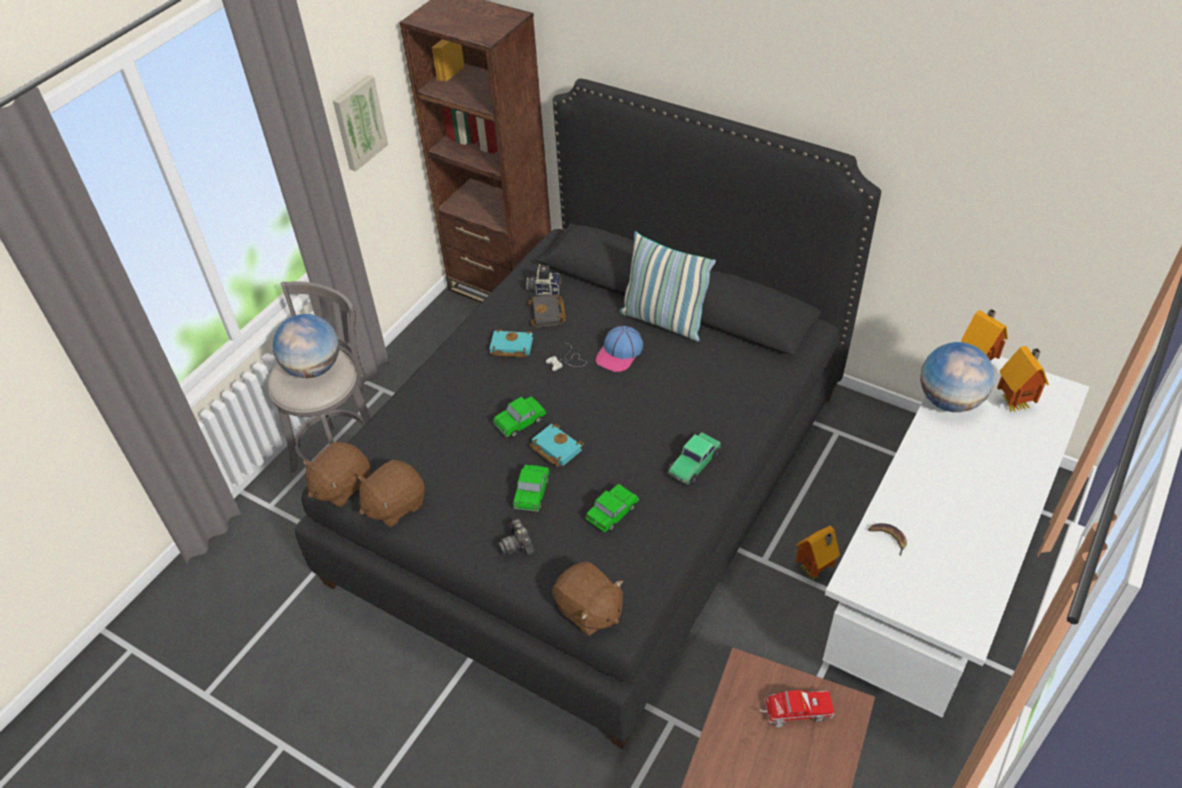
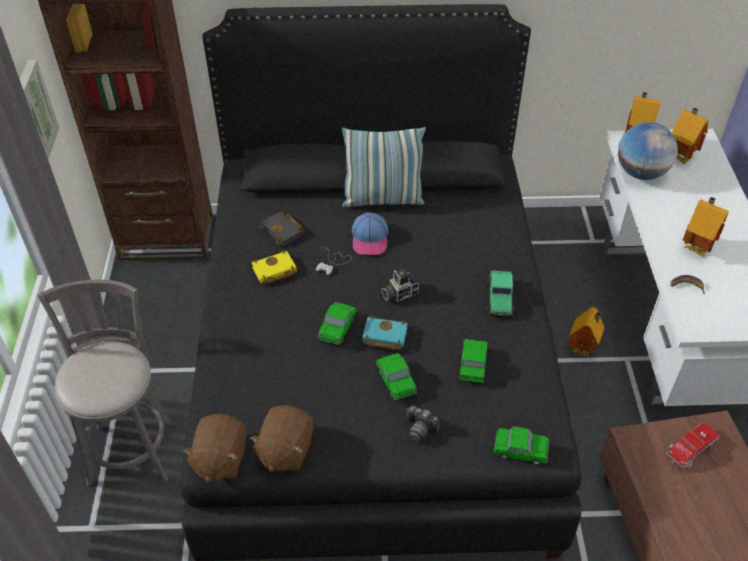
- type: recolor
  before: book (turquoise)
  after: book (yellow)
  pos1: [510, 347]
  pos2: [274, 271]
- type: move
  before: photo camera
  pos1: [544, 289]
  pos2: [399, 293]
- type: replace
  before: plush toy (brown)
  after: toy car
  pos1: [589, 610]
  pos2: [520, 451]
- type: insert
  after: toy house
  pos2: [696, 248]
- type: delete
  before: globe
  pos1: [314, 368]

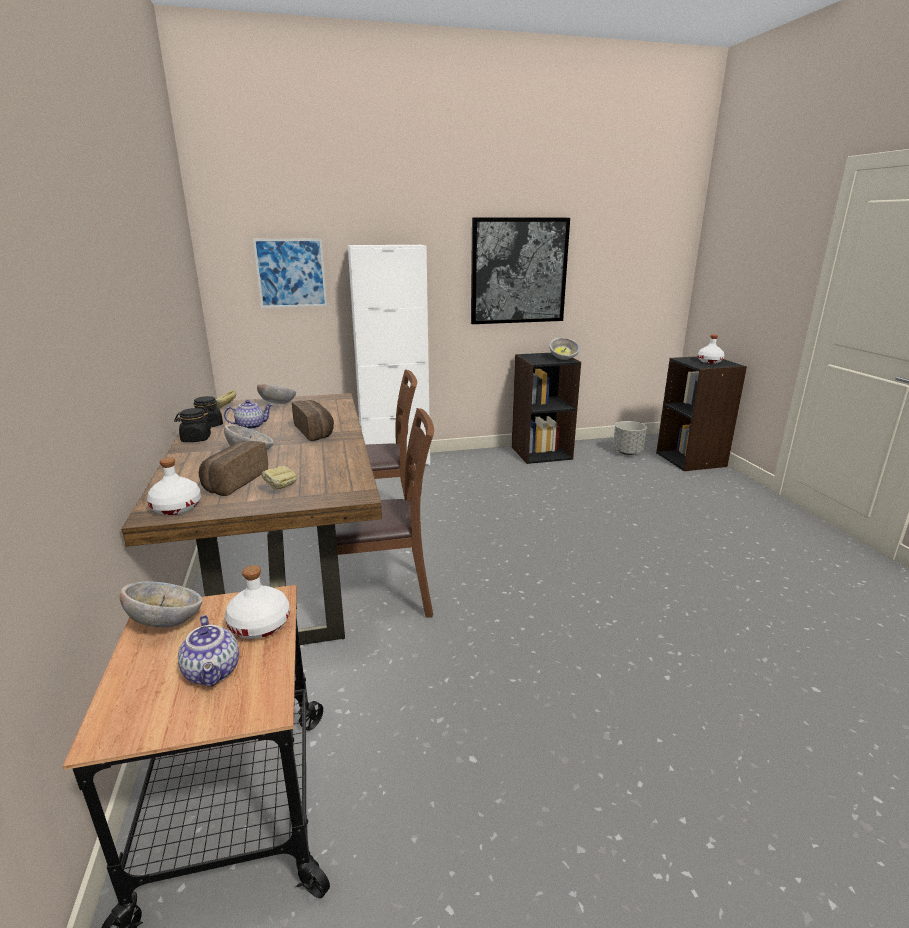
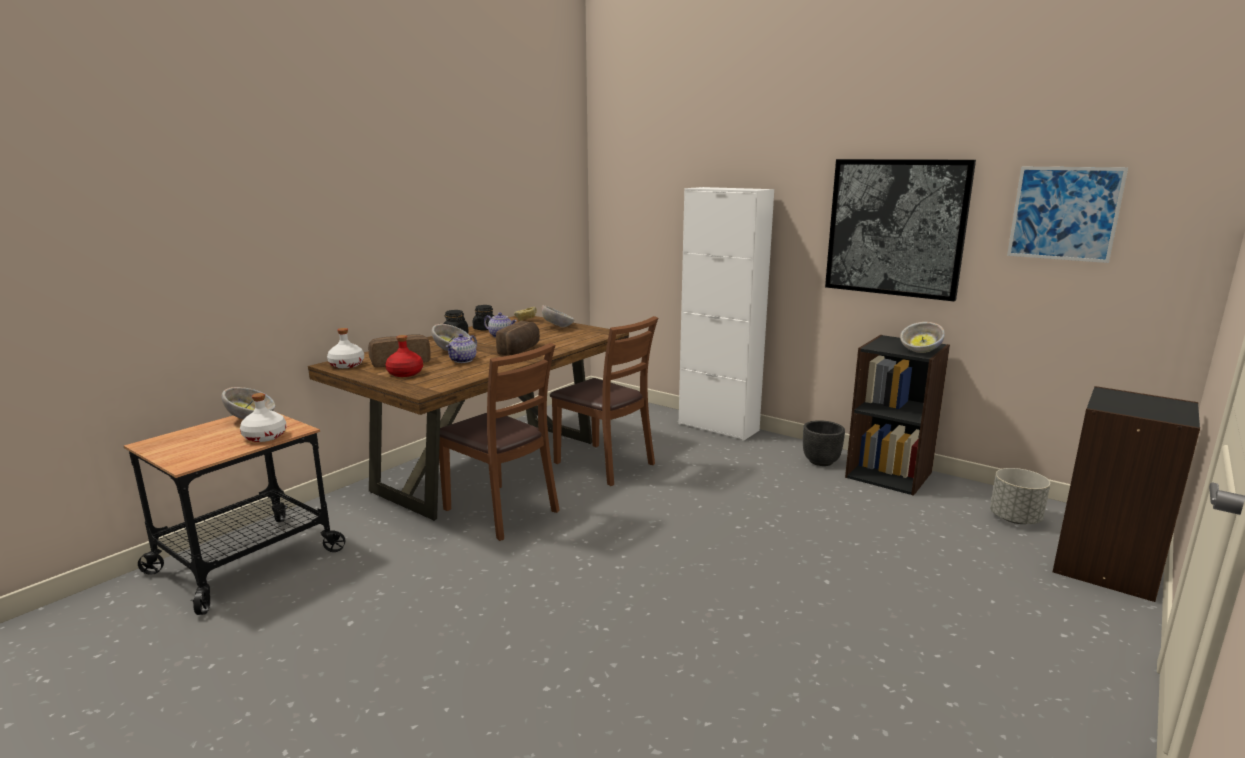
- type: replace
  before: bread
  after: bottle (red)
  pos1: [280, 488]
  pos2: [405, 373]
- type: move
  before: teapot
  pos1: [214, 672]
  pos2: [463, 360]
- type: insert
  after: planter (black)
  pos2: [820, 461]
- type: move
  before: picture
  pos1: [291, 273]
  pos2: [1064, 213]
- type: delete
  before: bottle (white)
  pos1: [710, 361]

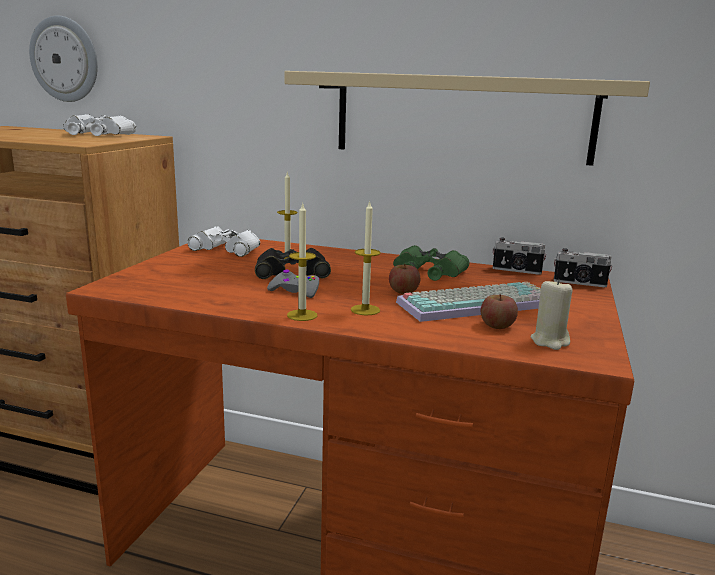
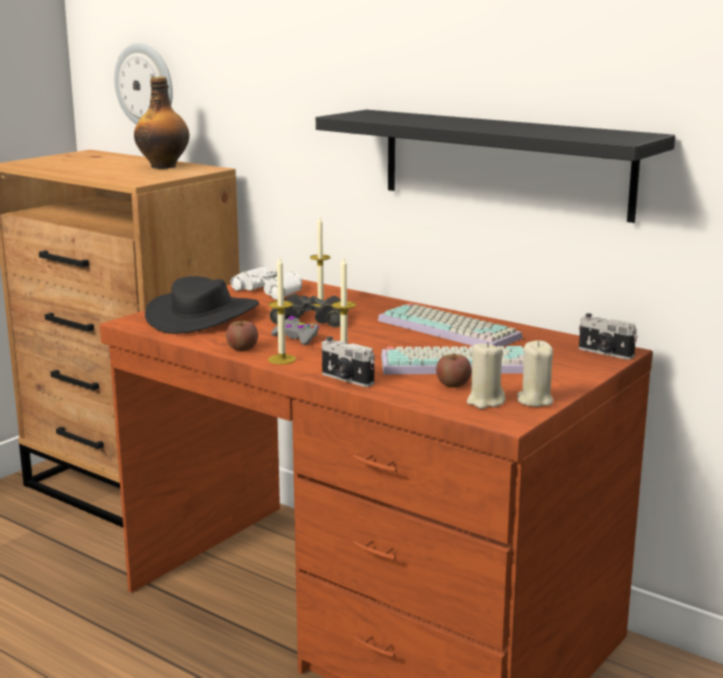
- type: replace
  before: binoculars (white)
  after: bottle
  pos1: [98, 134]
  pos2: [164, 166]
- type: insert
  after: hat (black)
  pos2: [203, 316]
- type: move
  before: apple
  pos1: [403, 291]
  pos2: [242, 348]
- type: recolor
  before: shelf (beige)
  after: shelf (black)
  pos1: [462, 117]
  pos2: [504, 163]
- type: move
  before: photo camera
  pos1: [516, 271]
  pos2: [346, 379]
- type: replace
  before: binoculars (green)
  after: keyboard
  pos1: [428, 272]
  pos2: [451, 329]
- type: insert
  after: candle (beige)
  pos2: [534, 400]

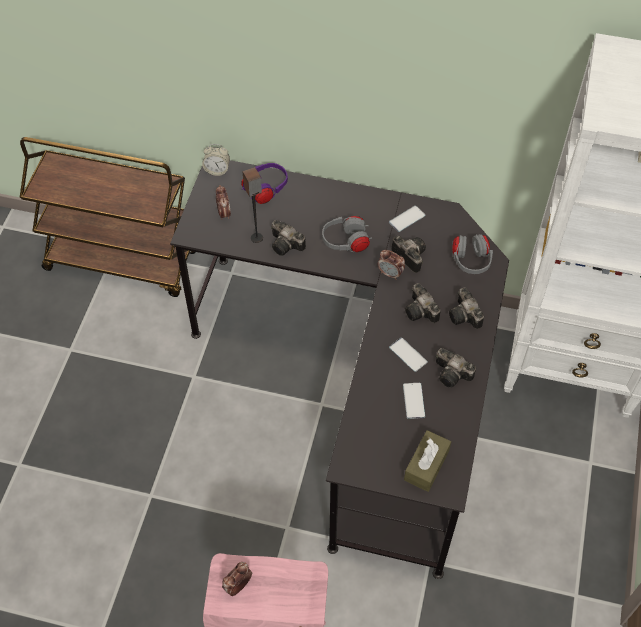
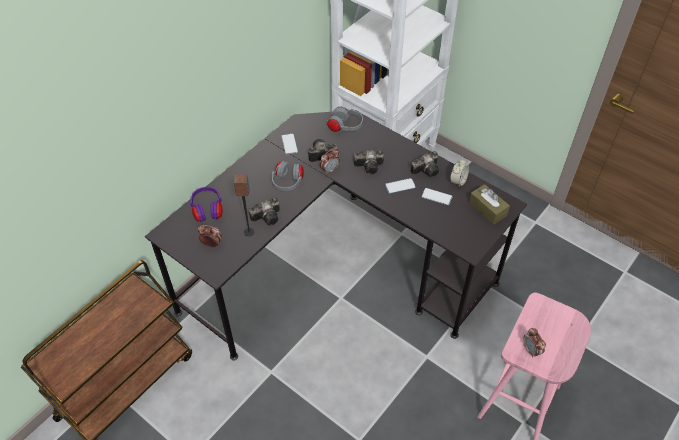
- type: move
  before: alarm clock
  pos1: [217, 170]
  pos2: [458, 181]
- type: delete
  before: photo camera
  pos1: [465, 317]

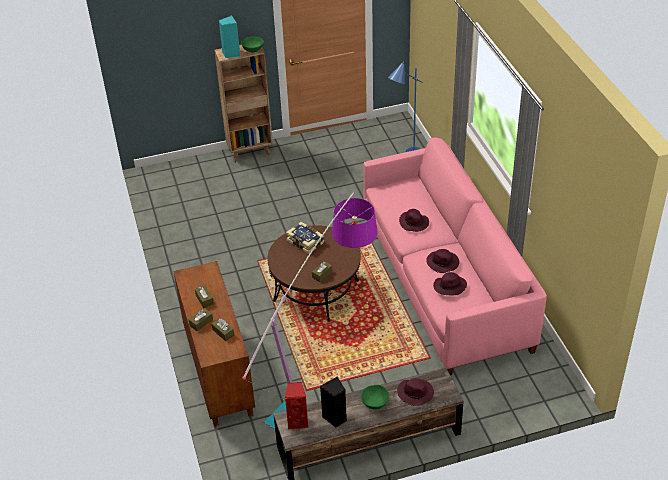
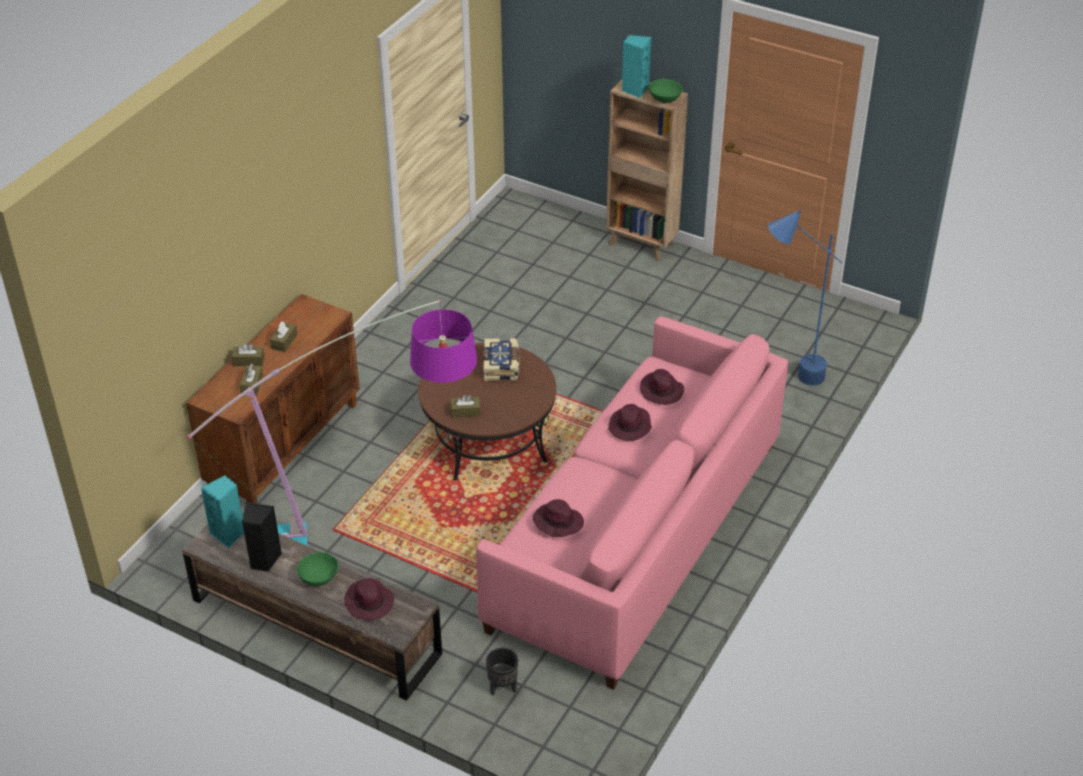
- type: recolor
  before: speaker (red)
  after: speaker (turquoise)
  pos1: [298, 421]
  pos2: [229, 534]
- type: insert
  after: planter (black)
  pos2: [502, 687]
- type: move
  before: hat (purple)
  pos1: [443, 263]
  pos2: [662, 391]

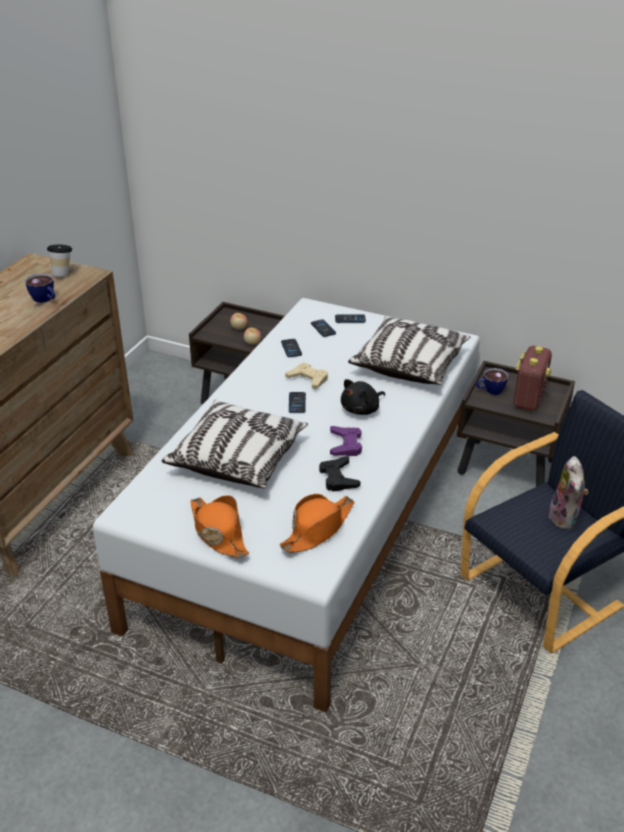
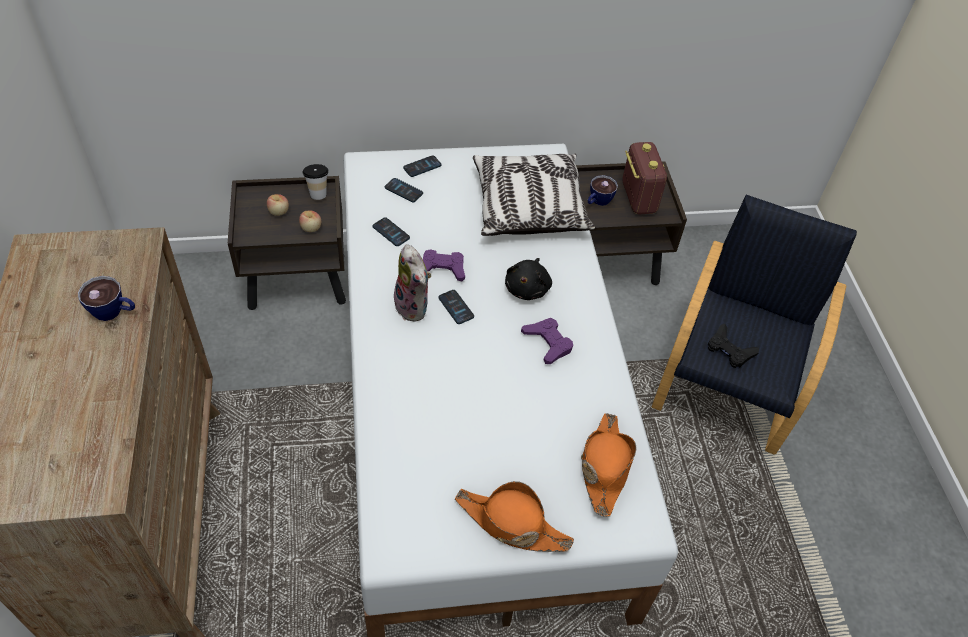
- type: move
  before: cup
  pos1: [63, 274]
  pos2: [318, 193]
- type: move
  before: plush toy
  pos1: [565, 519]
  pos2: [414, 307]
- type: recolor
  before: game controller (beige)
  after: game controller (purple)
  pos1: [308, 379]
  pos2: [442, 269]
- type: move
  before: game controller (black)
  pos1: [338, 478]
  pos2: [729, 350]
- type: delete
  before: pillow
  pos1: [238, 458]

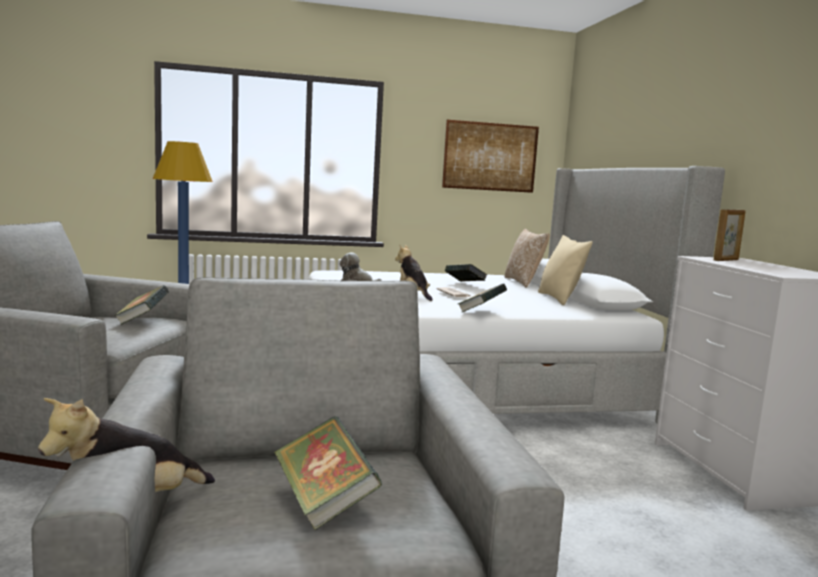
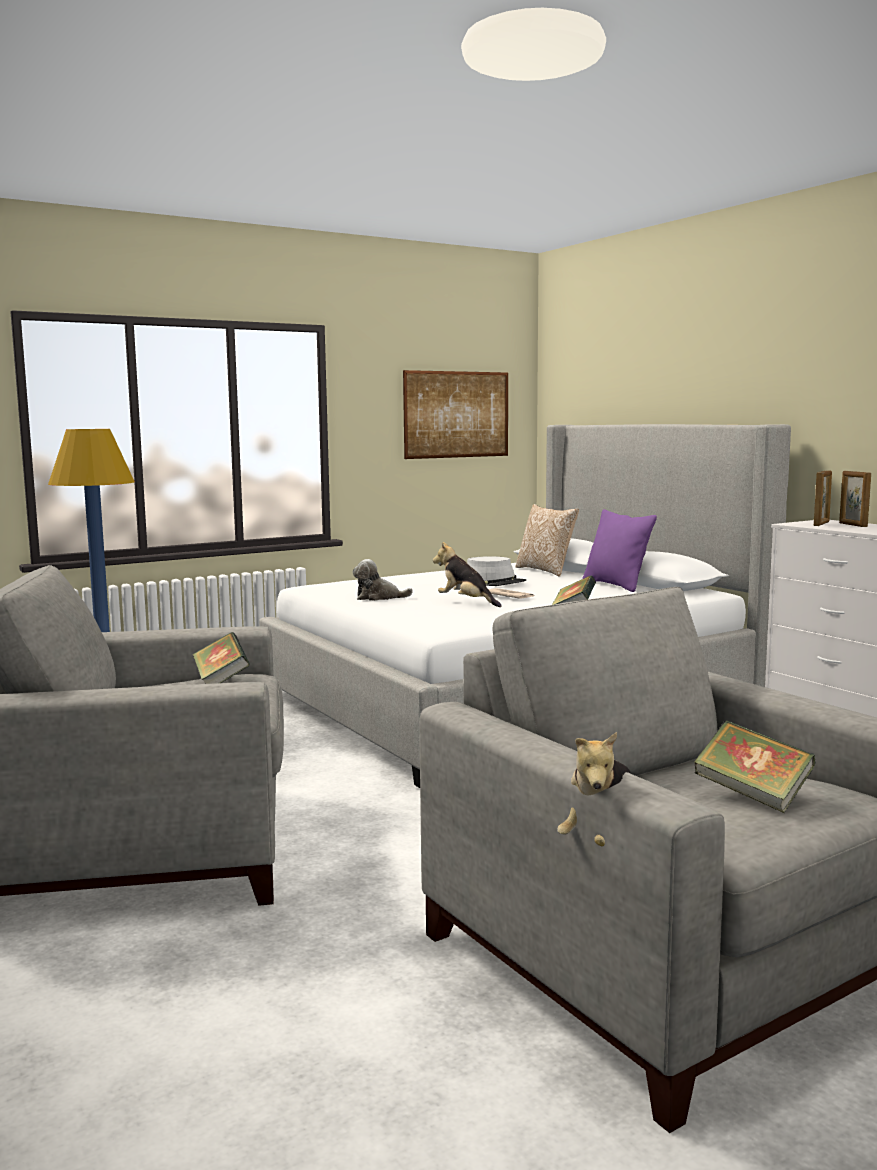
- type: replace
  before: book
  after: hat (grey)
  pos1: [464, 284]
  pos2: [494, 582]
- type: recolor
  before: pillow (beige)
  after: pillow (purple)
  pos1: [559, 299]
  pos2: [616, 585]
- type: insert
  after: picture frame
  pos2: [852, 525]

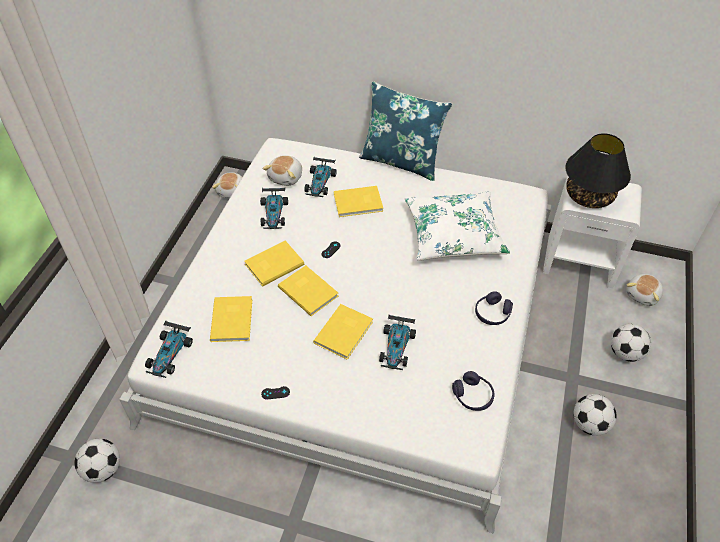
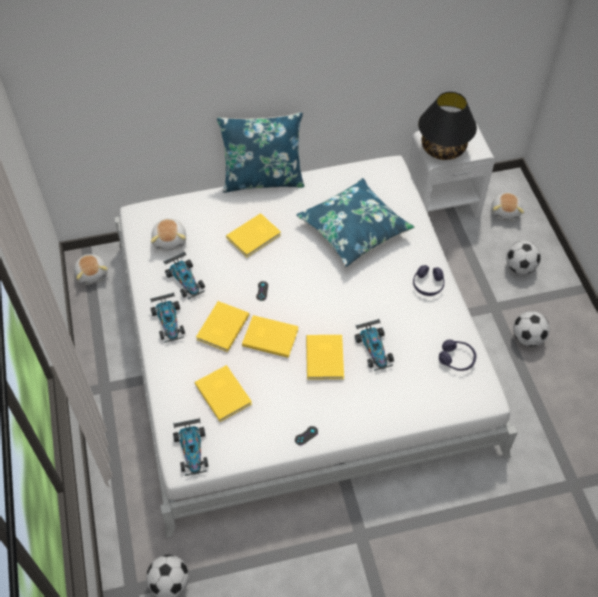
- type: move
  before: toy car
  pos1: [320, 182]
  pos2: [169, 322]
- type: recolor
  before: pillow (white)
  after: pillow (blue)
  pos1: [453, 234]
  pos2: [354, 229]

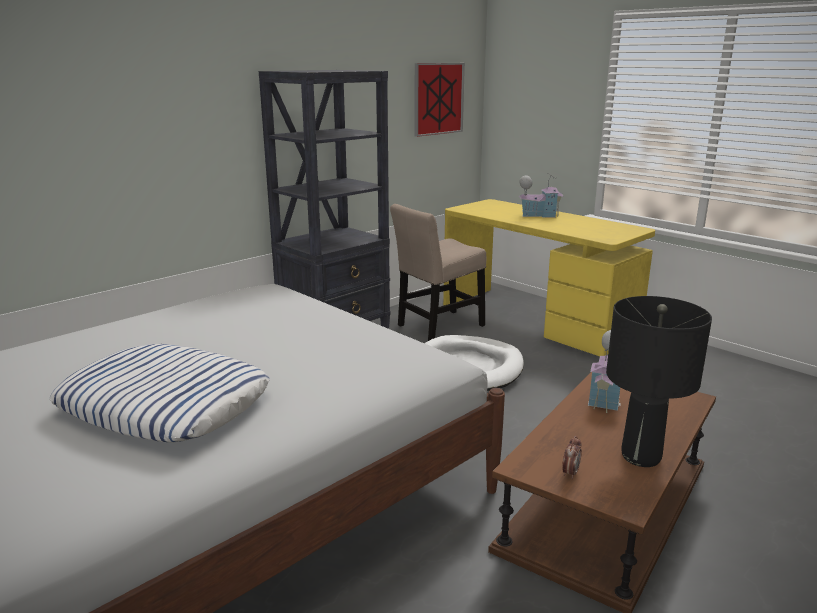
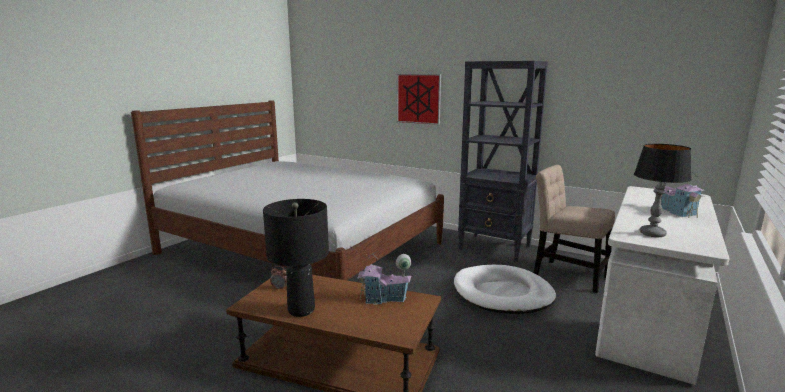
- type: move
  before: picture
  pos1: [438, 99]
  pos2: [418, 98]
- type: recolor
  before: desk (yellow)
  after: desk (white)
  pos1: [536, 319]
  pos2: [649, 317]
- type: insert
  after: table lamp
  pos2: [652, 234]
- type: delete
  before: pillow
  pos1: [164, 404]

